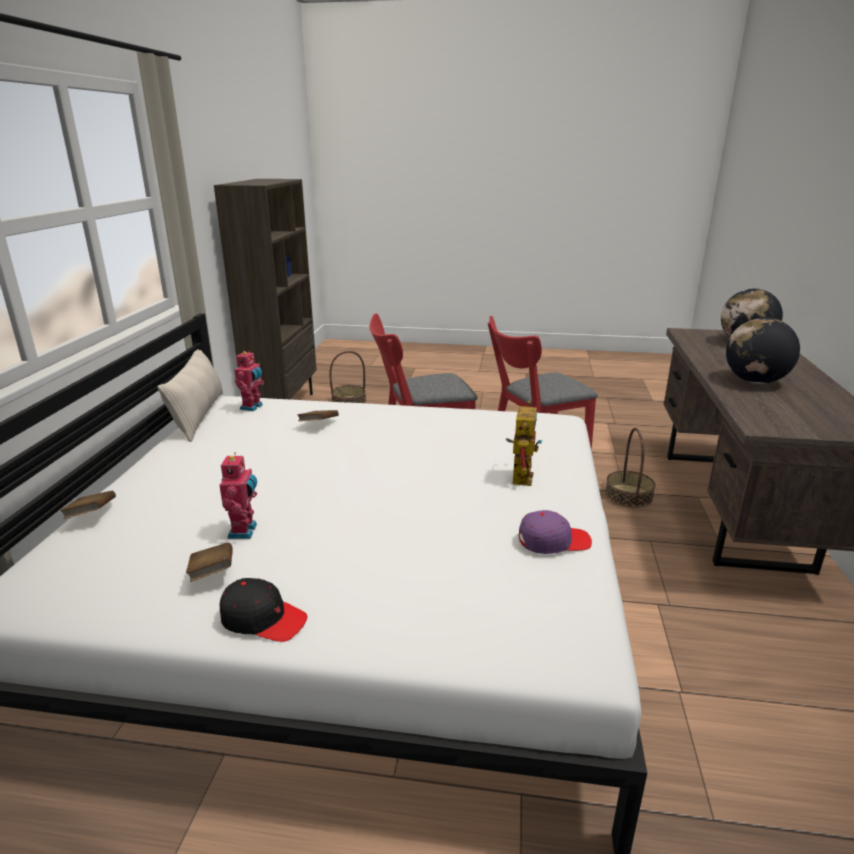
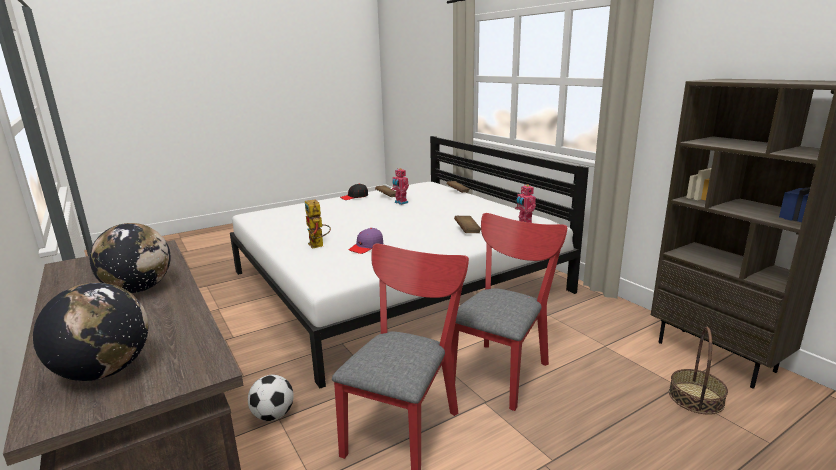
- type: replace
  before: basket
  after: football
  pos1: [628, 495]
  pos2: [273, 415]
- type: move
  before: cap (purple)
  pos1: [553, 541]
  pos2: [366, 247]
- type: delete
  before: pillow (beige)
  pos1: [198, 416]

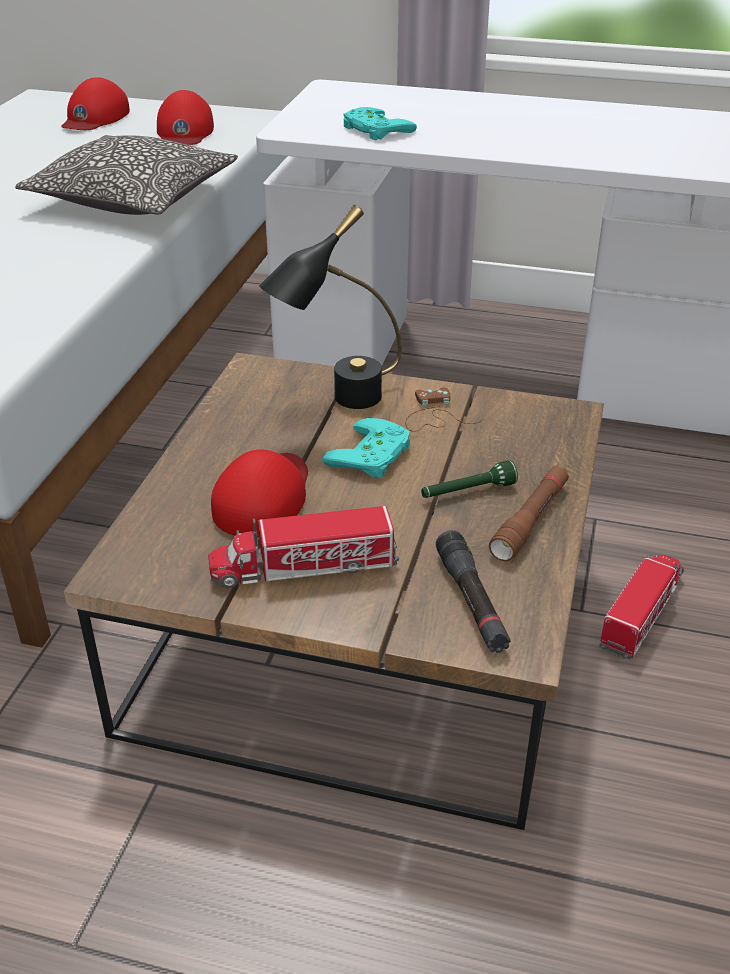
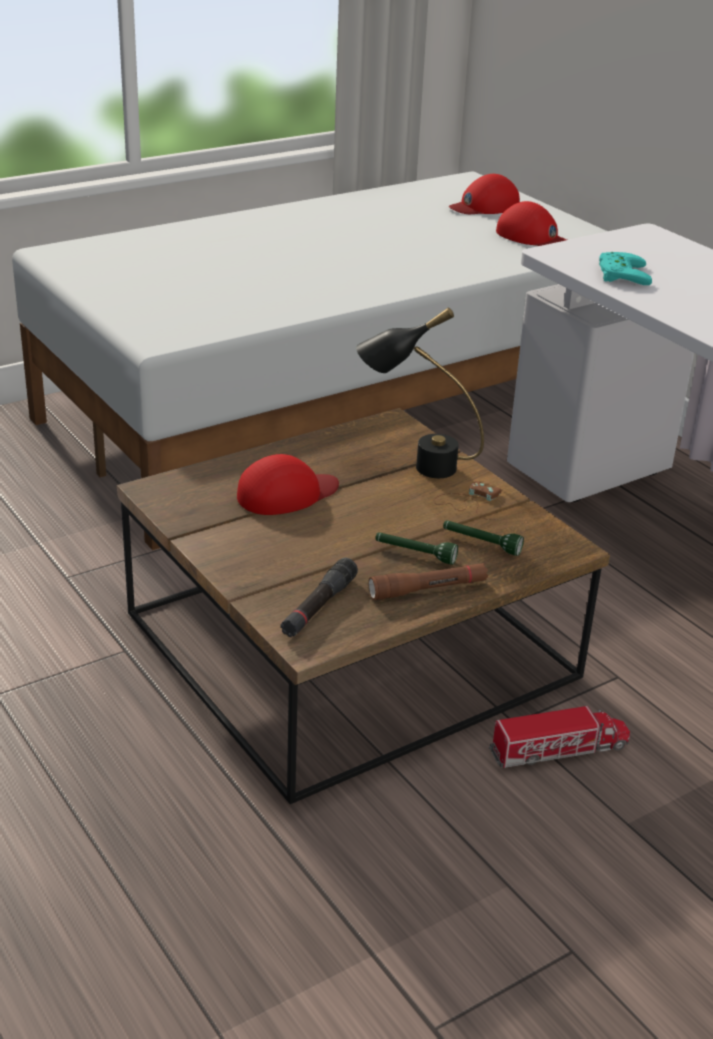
- type: insert
  after: flashlight (green)
  pos2: [481, 543]
- type: rotate
  before: cap (red)
  pos1: [185, 132]
  pos2: [532, 237]
  turn: -90
- type: delete
  before: pillow
  pos1: [133, 198]
- type: delete
  before: toy truck
  pos1: [304, 567]
- type: delete
  before: game controller (turquoise)
  pos1: [374, 456]

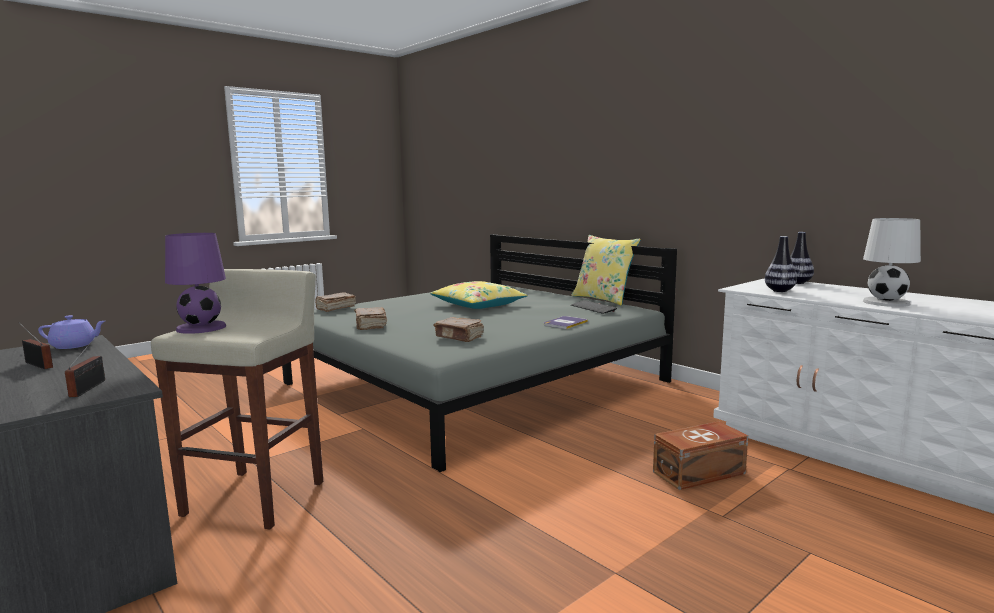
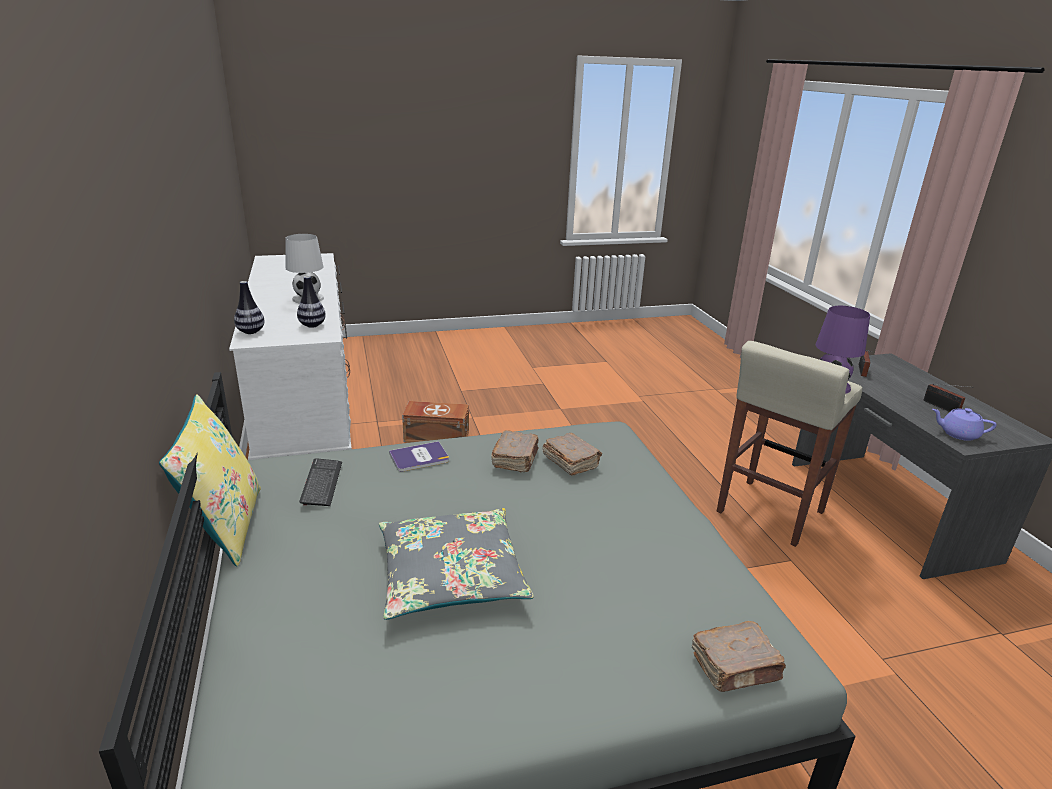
- type: recolor
  before: pillow (yellow)
  after: pillow (grey)
  pos1: [478, 305]
  pos2: [451, 575]
- type: move
  before: book (brown)
  pos1: [370, 325]
  pos2: [516, 459]

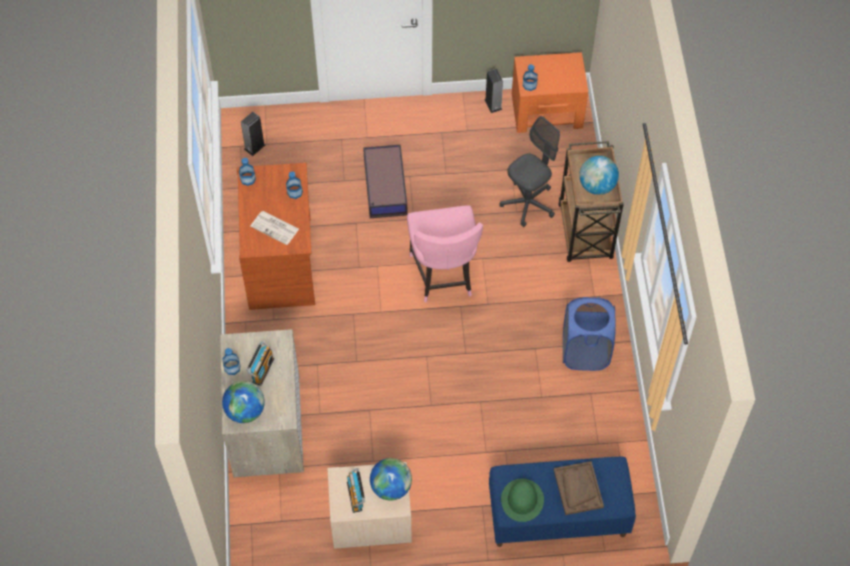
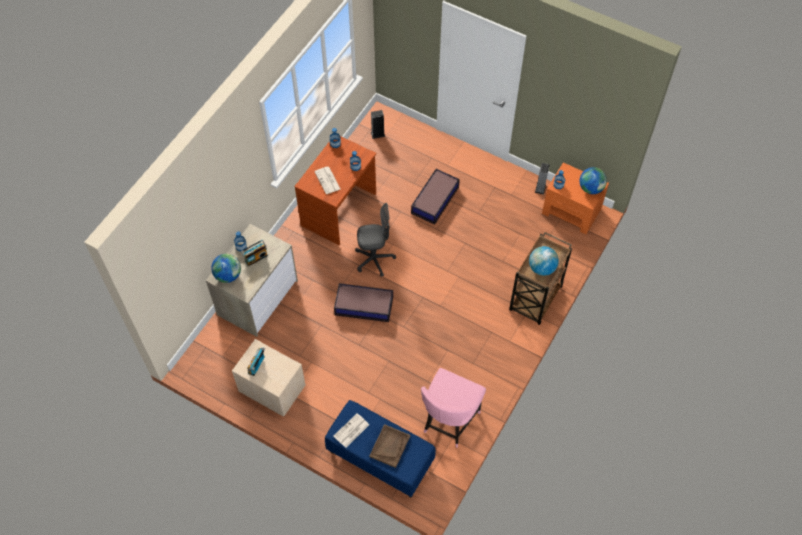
- type: insert
  after: storage box
  pos2: [363, 305]
- type: replace
  before: hat (green)
  after: newspaper
  pos1: [522, 500]
  pos2: [351, 431]
- type: move
  before: office chair (grey)
  pos1: [528, 204]
  pos2: [374, 259]
- type: move
  before: chair (pink)
  pos1: [443, 276]
  pos2: [449, 422]
- type: move
  before: globe
  pos1: [391, 487]
  pos2: [591, 188]
- type: delete
  before: laundry basket (blue)
  pos1: [585, 352]

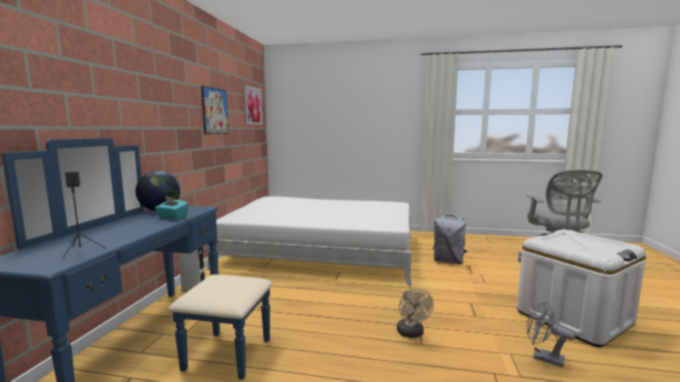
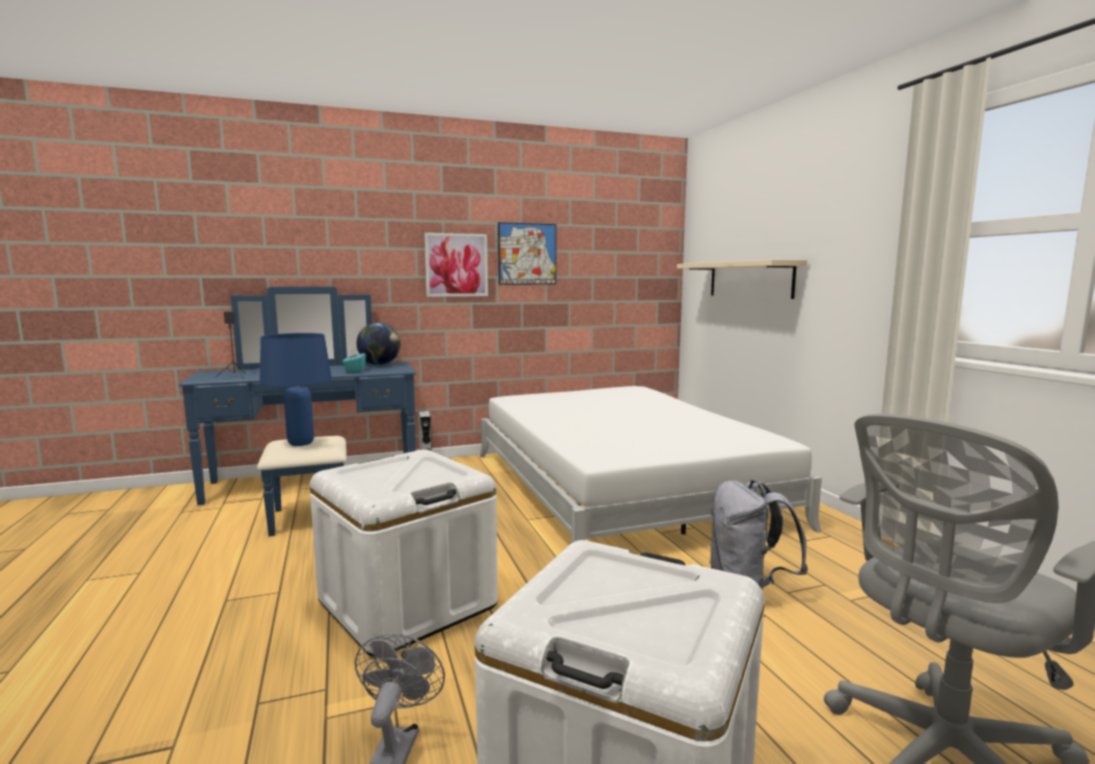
- type: insert
  after: table lamp (blue)
  pos2: [301, 443]
- type: replace
  before: fan (beige)
  after: storage box (white)
  pos1: [412, 334]
  pos2: [407, 603]
- type: move
  before: picture
  pos1: [252, 106]
  pos2: [456, 265]
- type: insert
  after: shelf (beige)
  pos2: [749, 279]

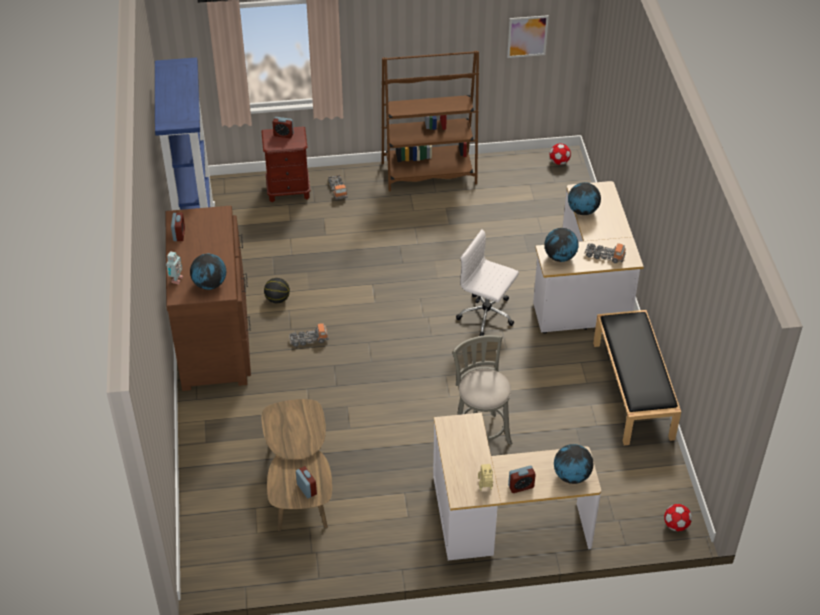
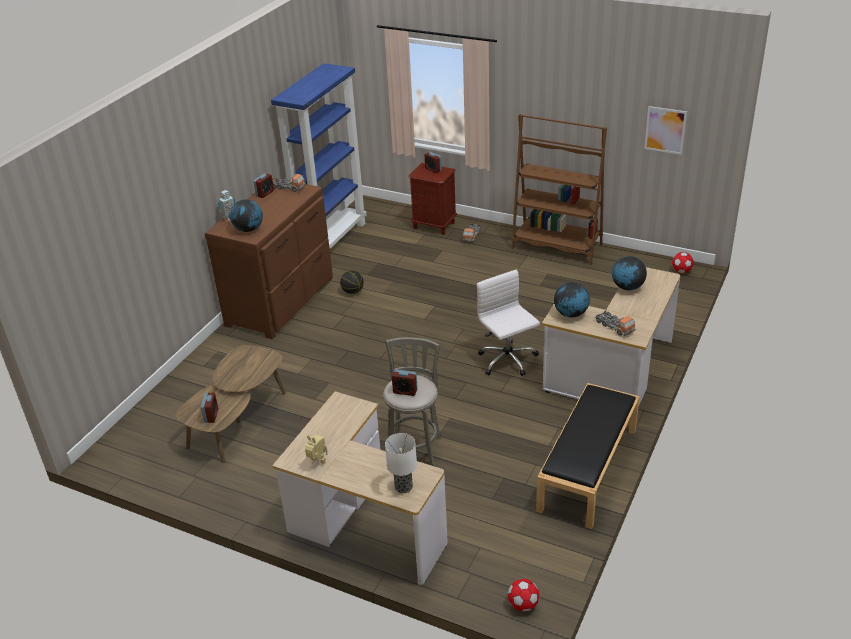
- type: move
  before: toy truck
  pos1: [309, 339]
  pos2: [288, 187]
- type: replace
  before: globe
  after: table lamp
  pos1: [571, 476]
  pos2: [403, 487]
- type: move
  before: alarm clock
  pos1: [521, 486]
  pos2: [405, 391]

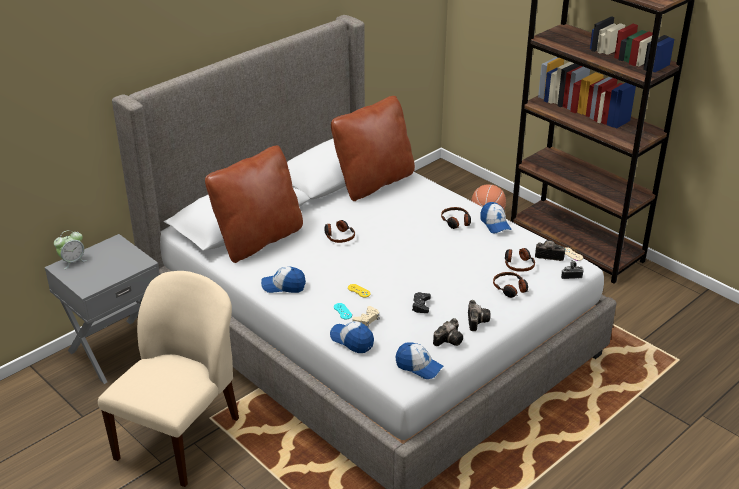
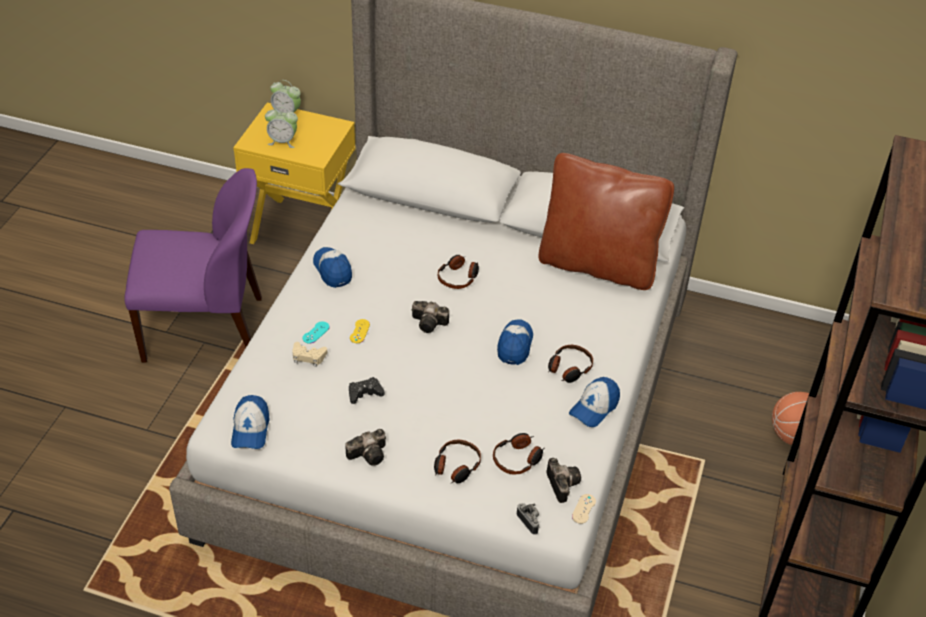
- type: recolor
  before: chair (beige)
  after: chair (purple)
  pos1: [180, 437]
  pos2: [206, 329]
- type: recolor
  before: nightstand (grey)
  after: nightstand (yellow)
  pos1: [116, 349]
  pos2: [302, 228]
- type: insert
  after: alarm clock
  pos2: [283, 141]
- type: move
  before: photo camera
  pos1: [449, 339]
  pos2: [430, 323]
- type: move
  before: cap
  pos1: [352, 340]
  pos2: [515, 345]
- type: delete
  before: pillow (brown)
  pos1: [258, 240]

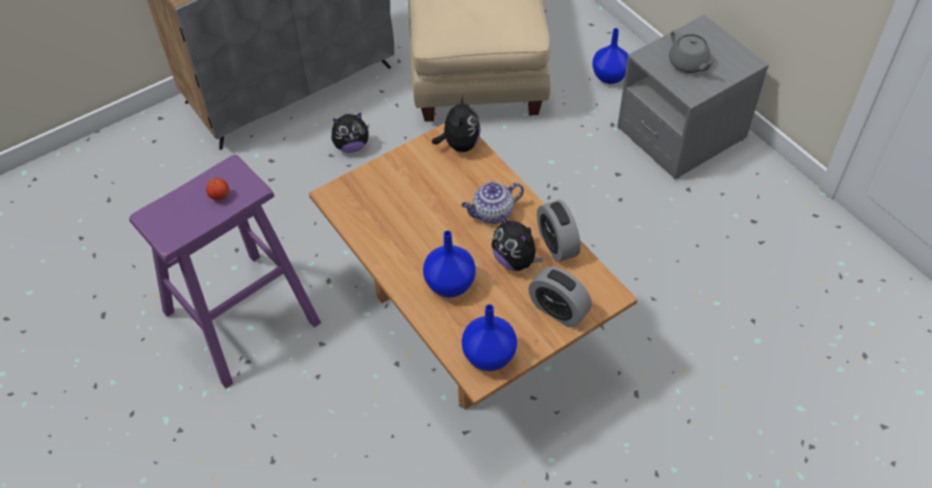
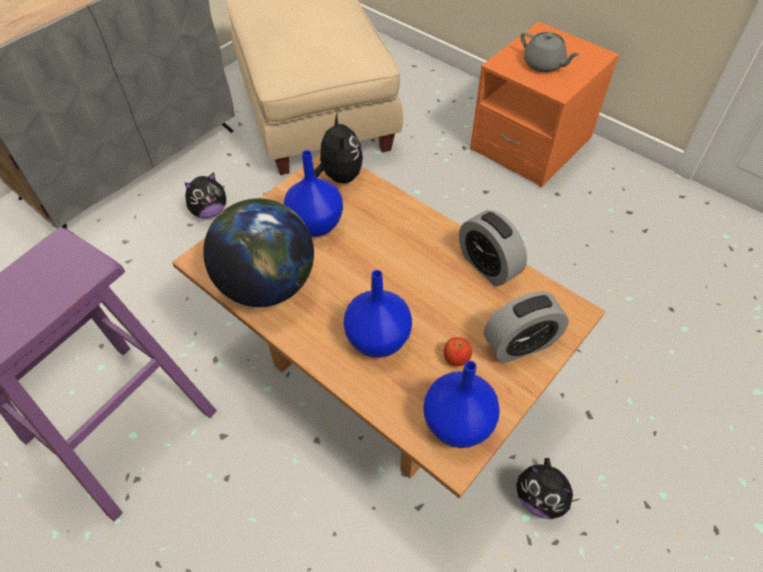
- type: insert
  after: globe
  pos2: [268, 284]
- type: move
  before: vase (blue)
  pos1: [609, 77]
  pos2: [315, 226]
- type: move
  before: apple
  pos1: [219, 196]
  pos2: [456, 359]
- type: recolor
  before: nightstand (grey)
  after: nightstand (orange)
  pos1: [681, 133]
  pos2: [530, 144]
- type: rotate
  before: alarm clock
  pos1: [558, 310]
  pos2: [520, 344]
  turn: -45
- type: move
  before: plush toy
  pos1: [515, 260]
  pos2: [540, 498]
- type: delete
  before: teapot
  pos1: [492, 214]

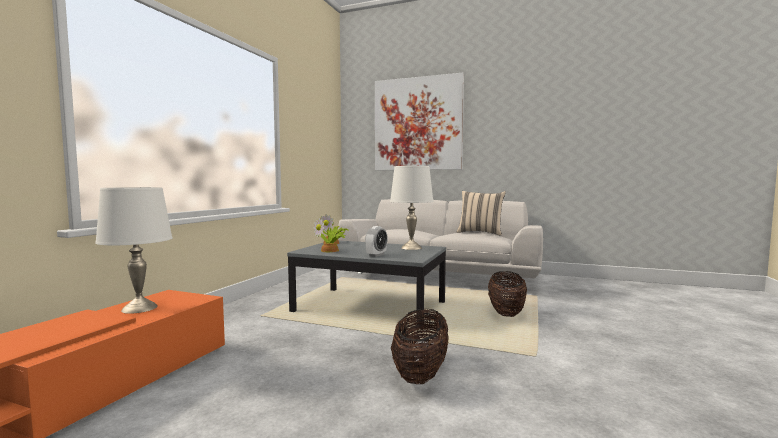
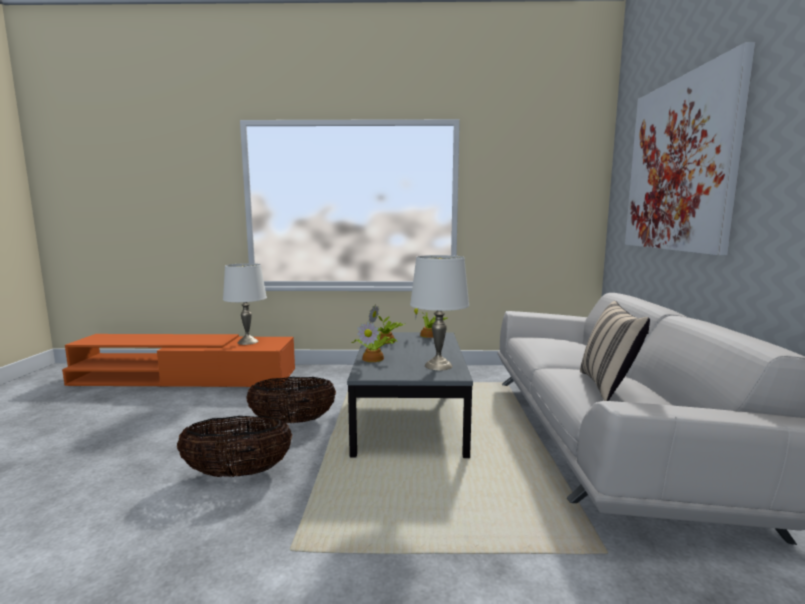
- type: move
  before: basket
  pos1: [506, 313]
  pos2: [293, 421]
- type: replace
  before: alarm clock
  after: potted plant
  pos1: [376, 255]
  pos2: [374, 358]

